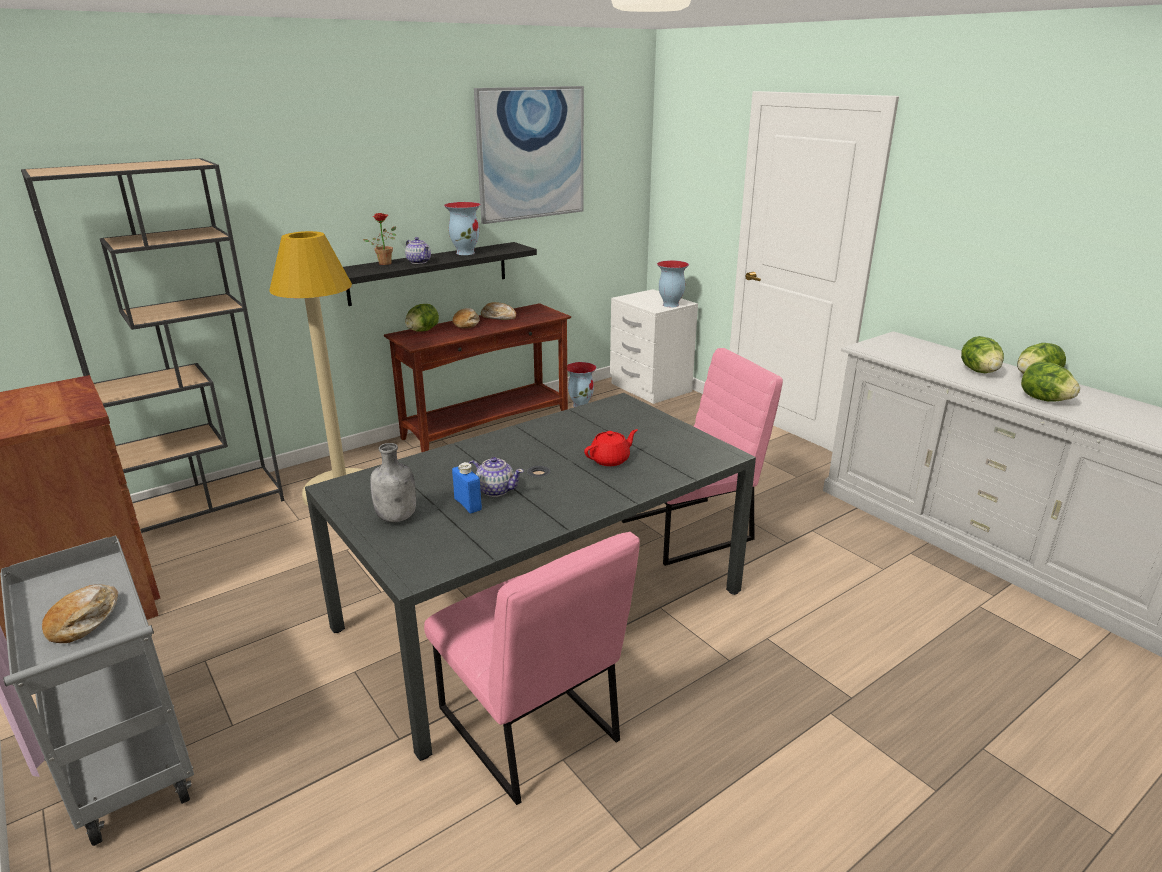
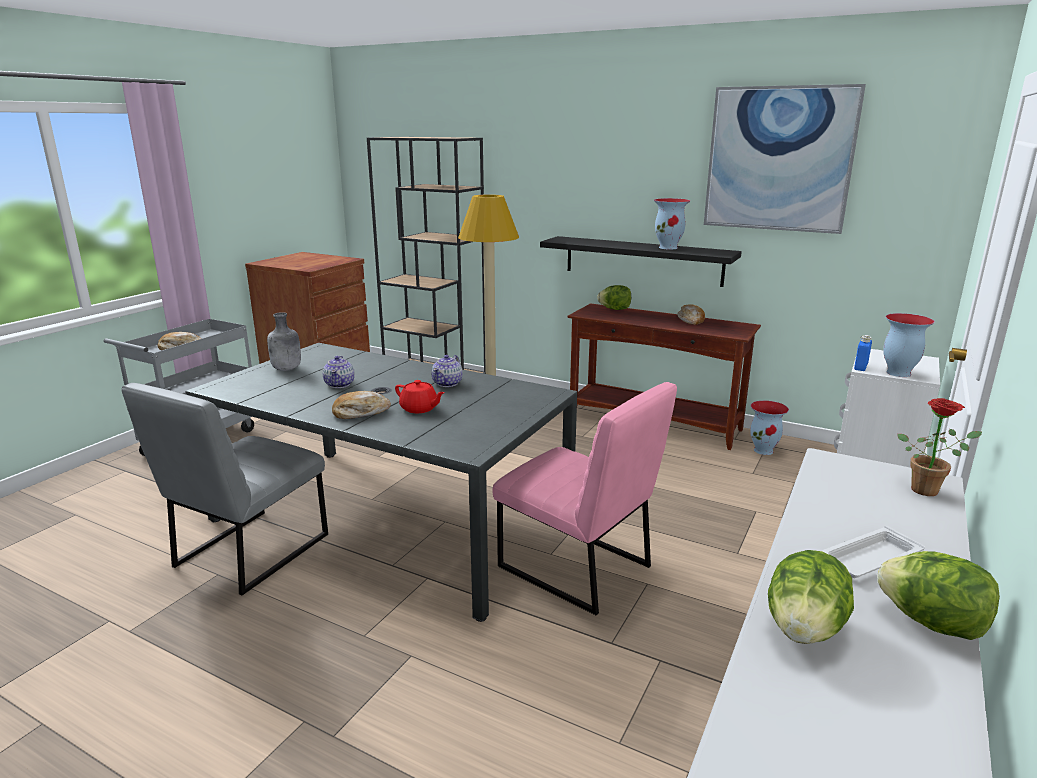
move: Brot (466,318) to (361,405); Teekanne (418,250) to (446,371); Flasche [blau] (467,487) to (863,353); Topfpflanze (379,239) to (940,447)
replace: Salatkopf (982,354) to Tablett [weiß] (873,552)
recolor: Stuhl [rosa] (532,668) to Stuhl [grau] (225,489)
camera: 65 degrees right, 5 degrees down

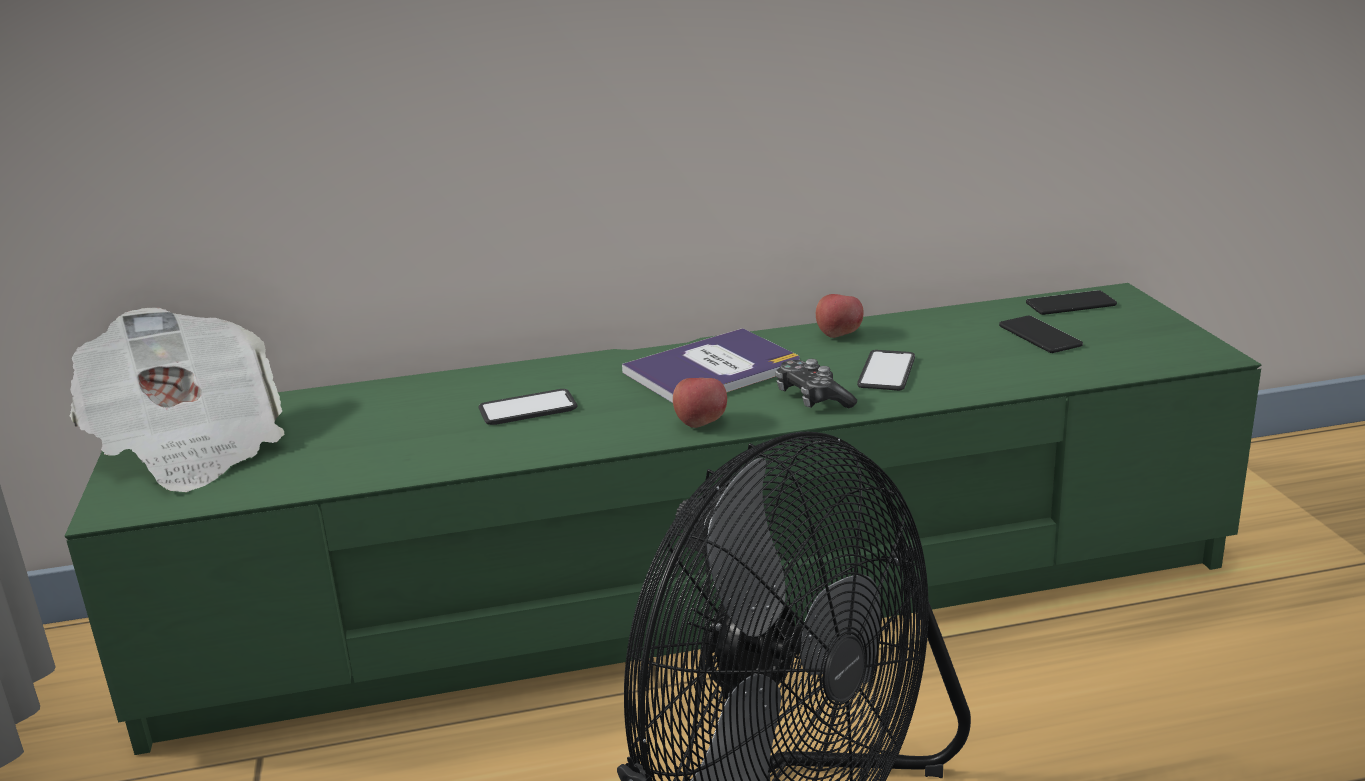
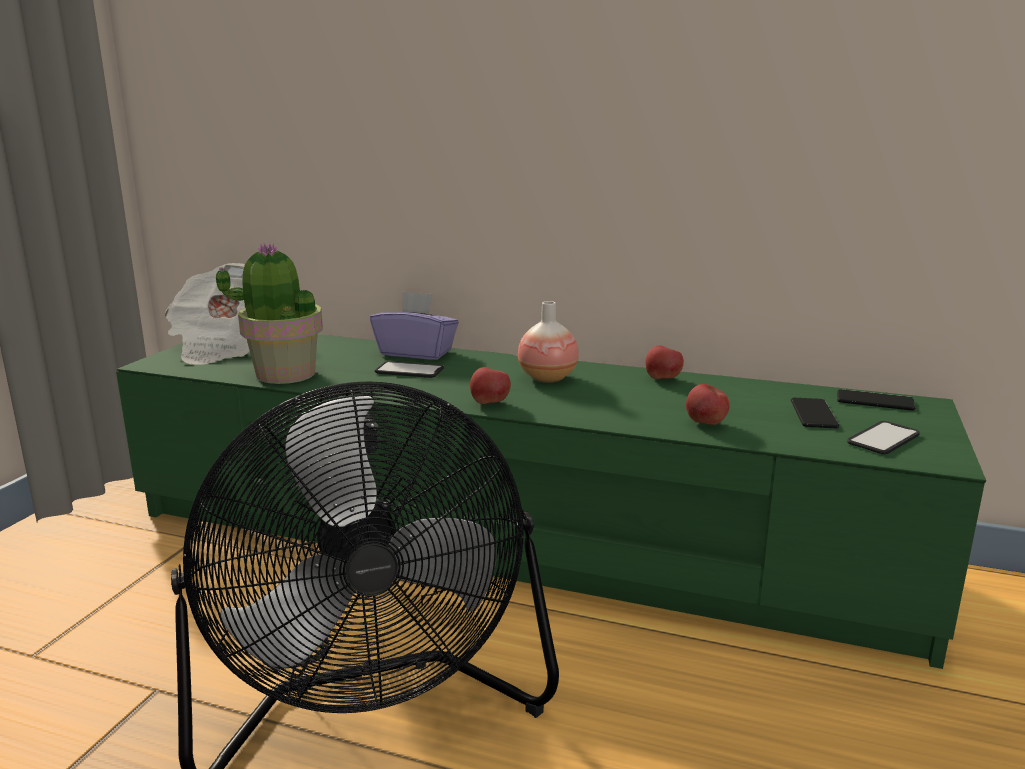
delete: Gamepad (816,383)
insert: Topfpflanze (269,313); Taschentuchbox [lila] (414,325); Apfel (708,404)
move: Handy (886,370) to (883,437)
replace: Buch (711,365) to Vase (548,341)
camera: 30 degrees right, 5 degrees down

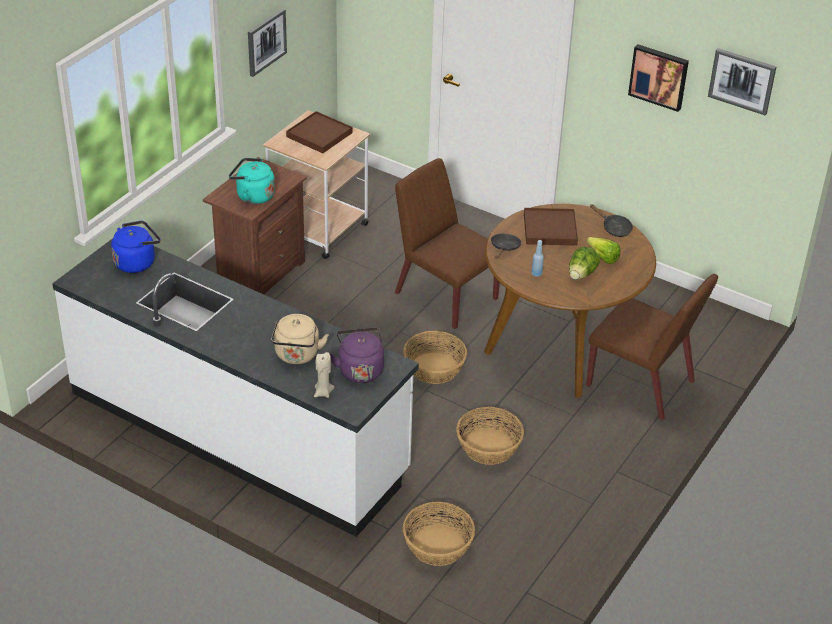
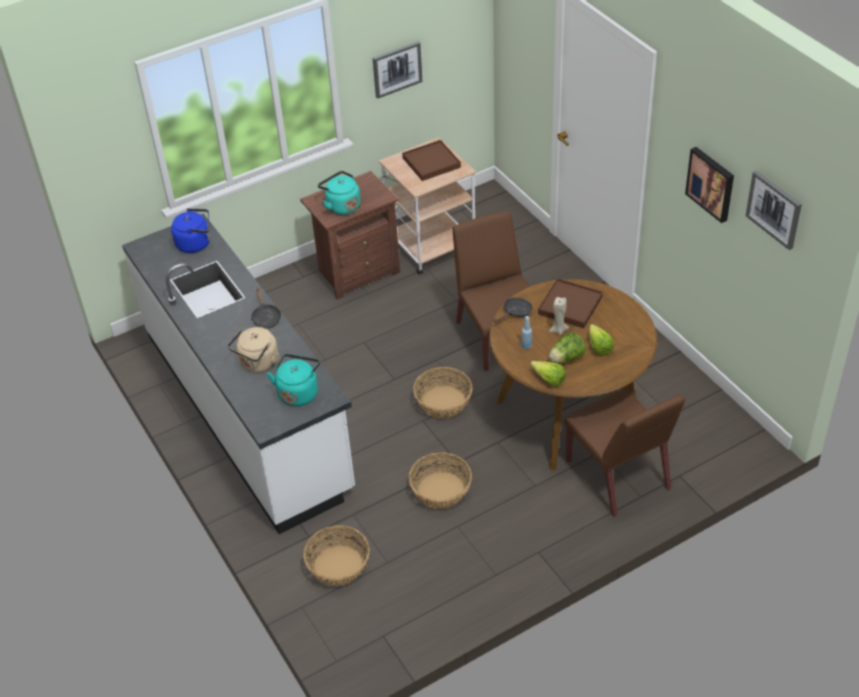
insert: Salatkopf (548,374)
move: Pfanne [schwarz] (611,220) to (266,308); Kerze [beige] (324,375) to (559,316)
recolor: Wasserkessel [lila] (357,355) to Wasserkessel [türkis] (293,380)
camera: 30 degrees right, 5 degrees up

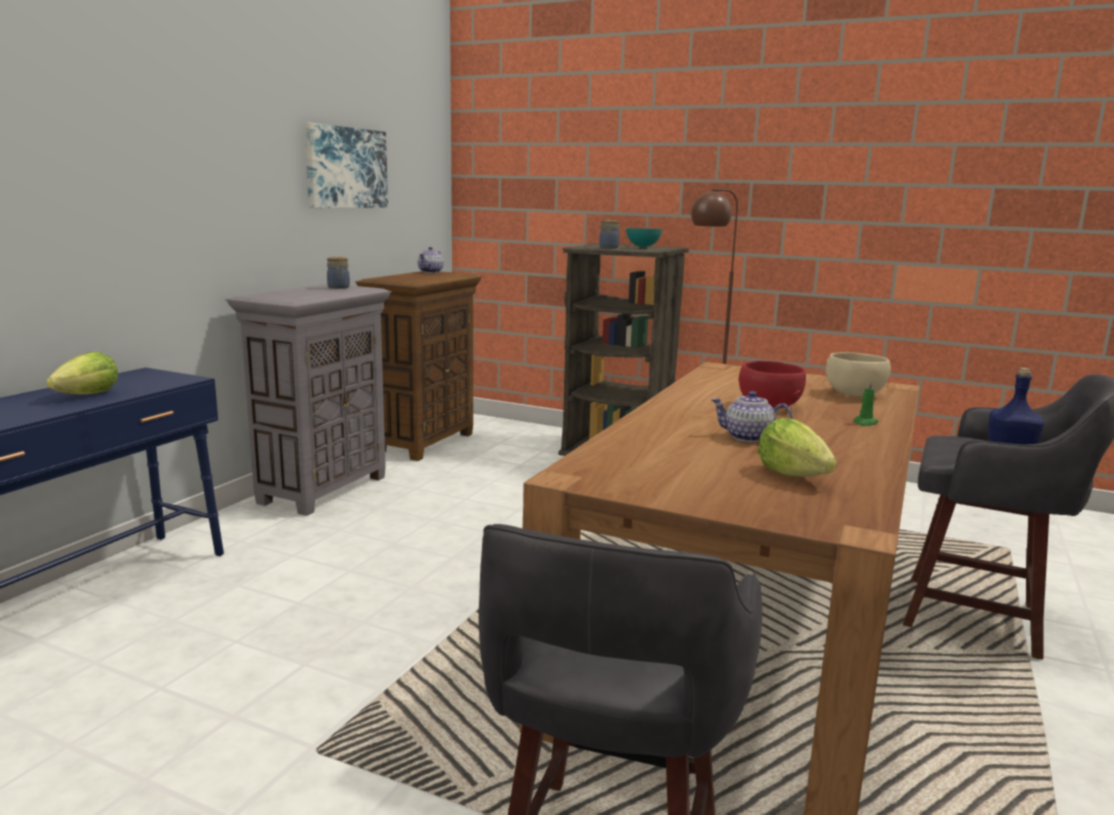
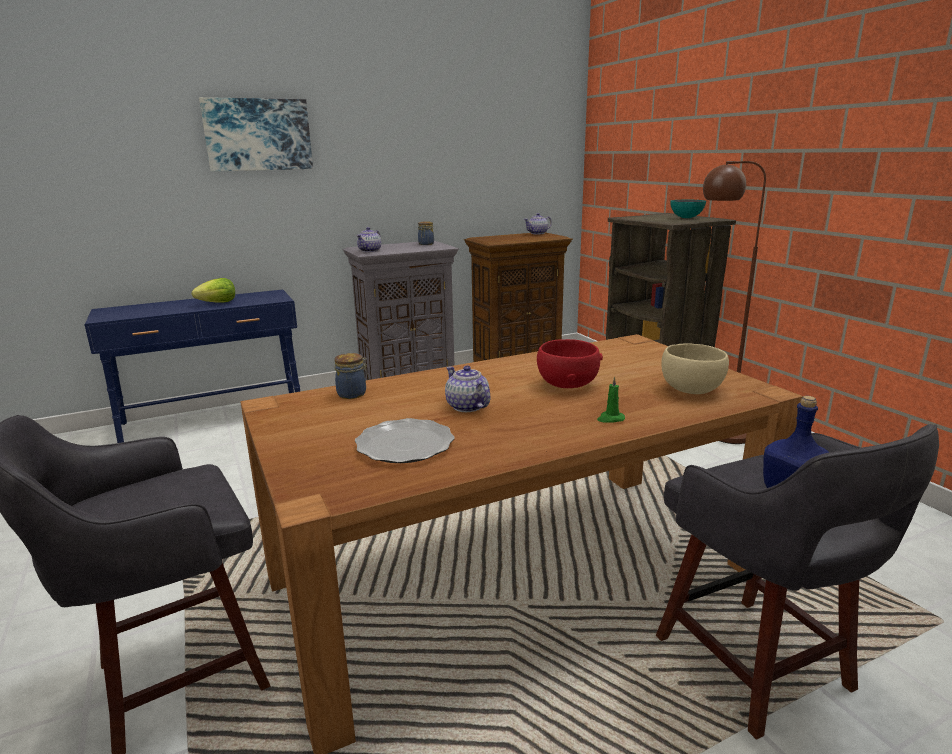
insert: Teekanne (368,239)
move: Bild (346,165) to (256,134); Vorratsglas (609,234) to (351,376)
replace: Salatkopf (797,447) to Teller (405,440)
camera: 40 degrees right, 5 degrees up

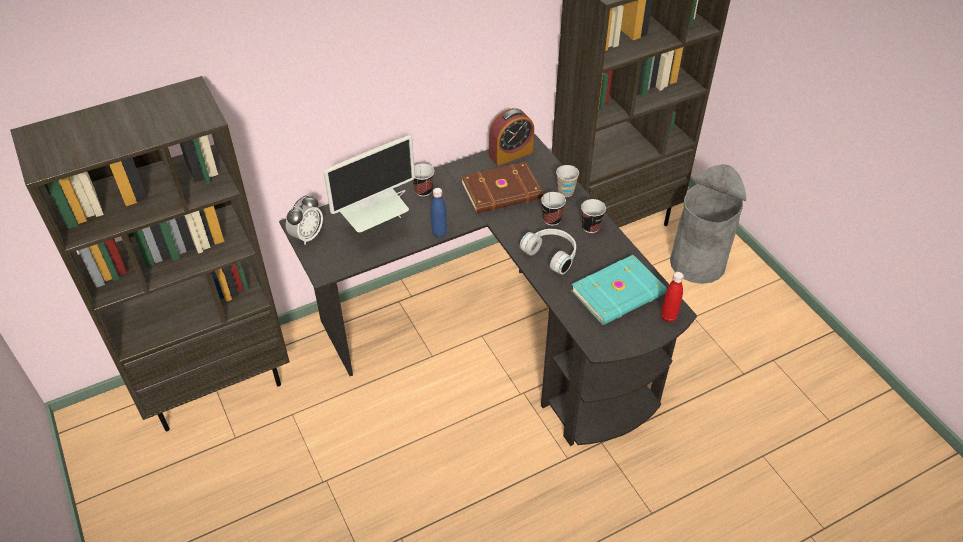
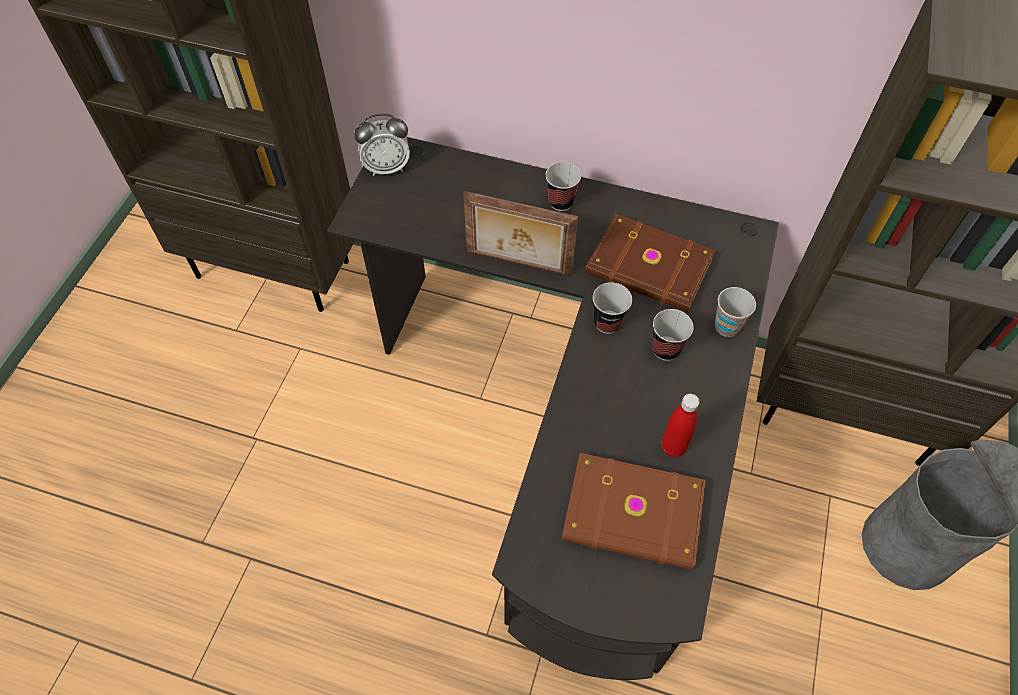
delete: Monitor (369,183); Wecker (511,137); Kopfhörer [weiß] (548,252)
move: Tasse (593,216) to (612,308); Flasche [rot] (672,297) to (680,425)
replace: Flasche [blau] (439,212) to Bilderrahmen (520,234)
recolor: Buch [türkis] (619,290) to Buch [braun] (633,511)
camera: 45 degrees right, 10 degrees up

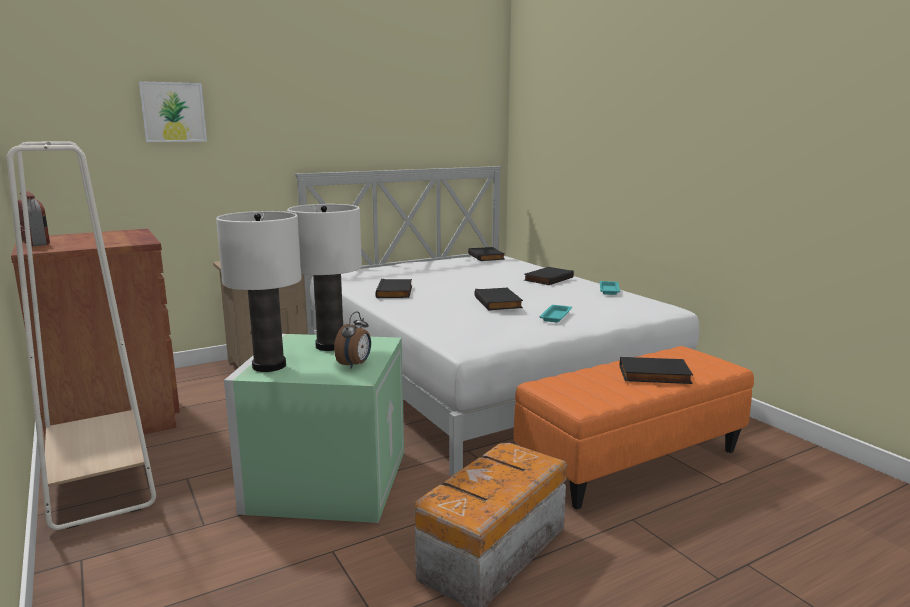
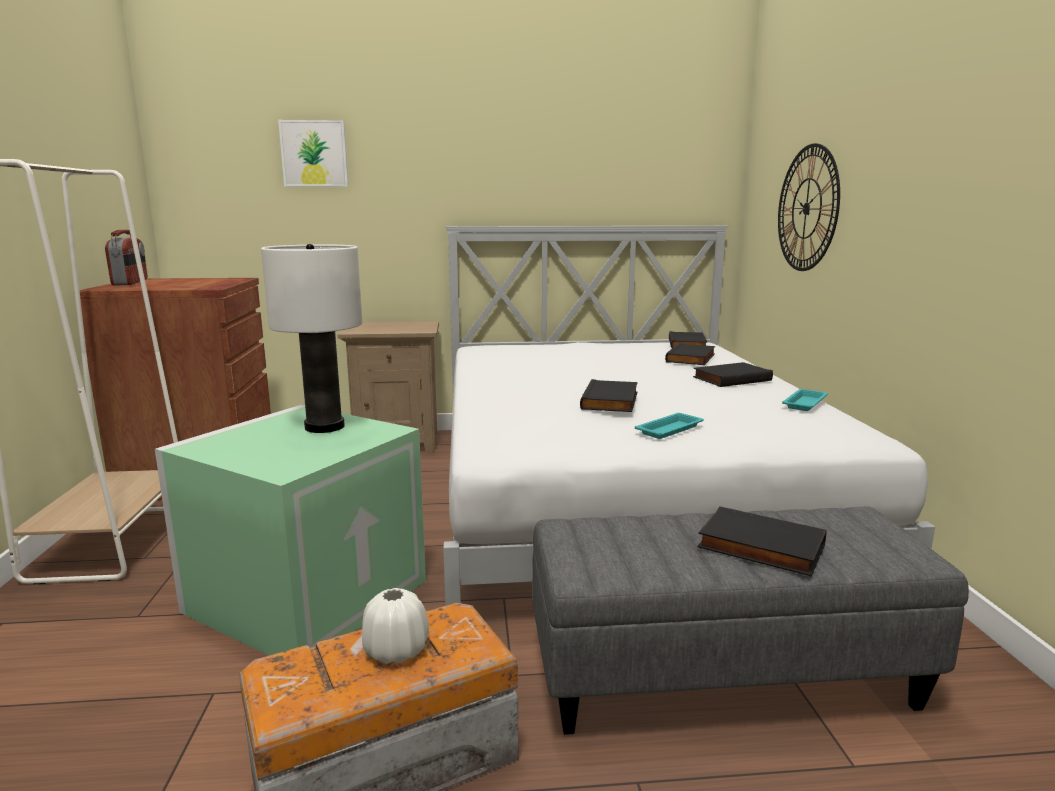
delete: Tischlampe [weiß] (259,291); Wecker (352,340)
insert: Vase [weiß] (395,626); Wanduhr (809,207)
move: Buch [schwarz] (393,288) to (690,354)
recolor: Polsterhocker [orange] (634,428) to Polsterhocker [grau] (750,621)
camera: 25 degrees right, 0 degrees up

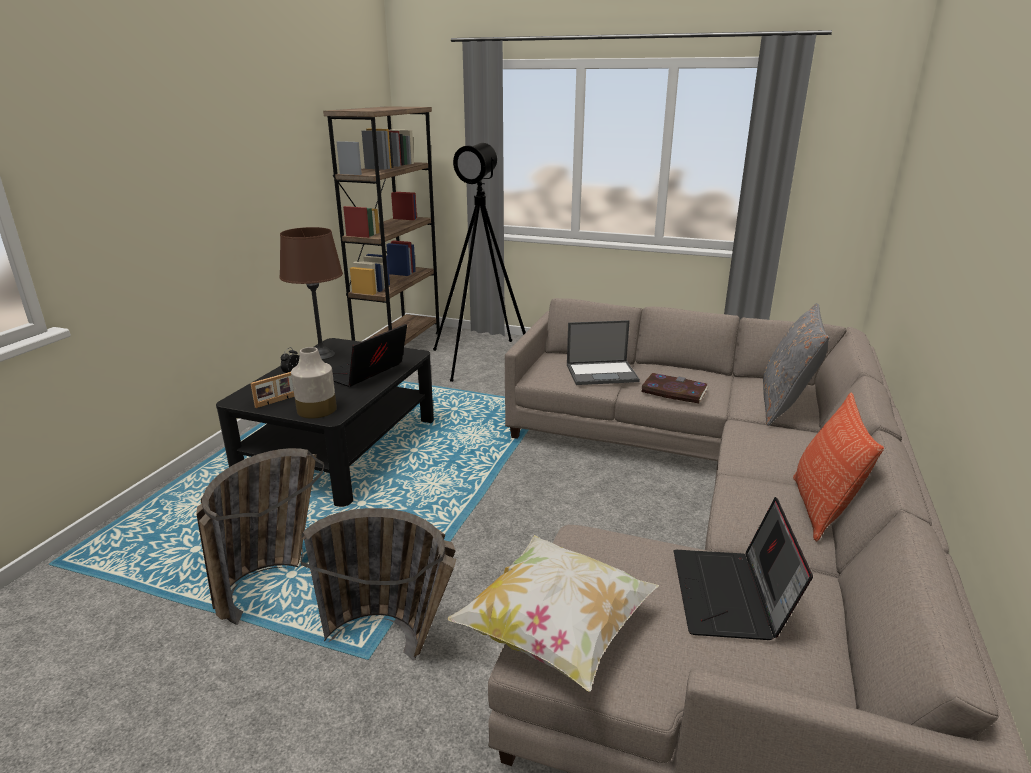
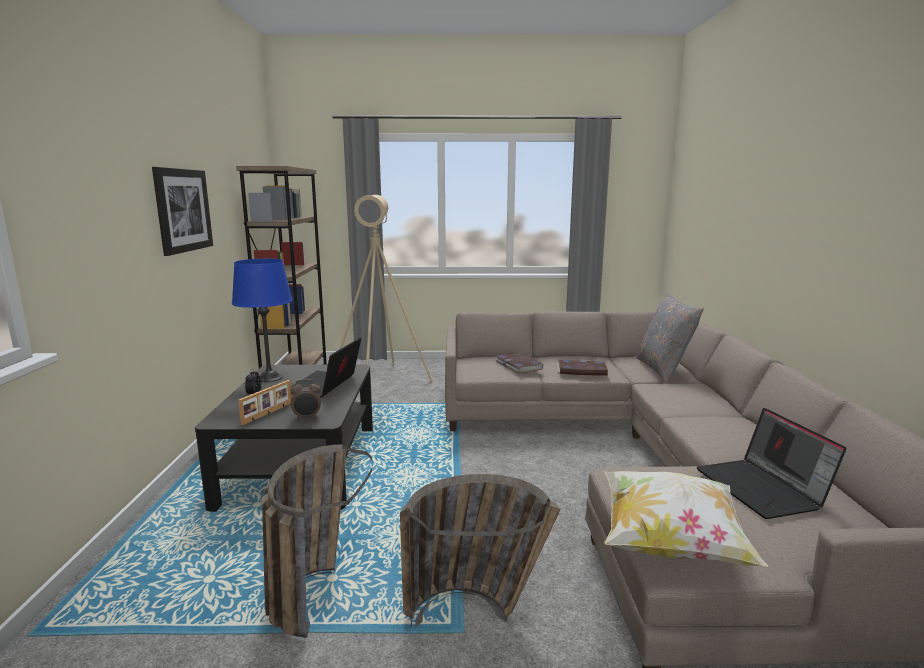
delete: Kissen [orange] (838,467)
insert: Bild (182,211)
replace: Vase [beige] (314,383) to Wecker (306,399); Laptop (603,352) to Buch (519,362)
recolor: Tischlampe [braun] (311,293) to Tischlampe [blau] (262,320); Stehlampe [schwarz] (479,262) to Stehlampe [beige] (386,288)
camera: 20 degrees left, 10 degrees down

